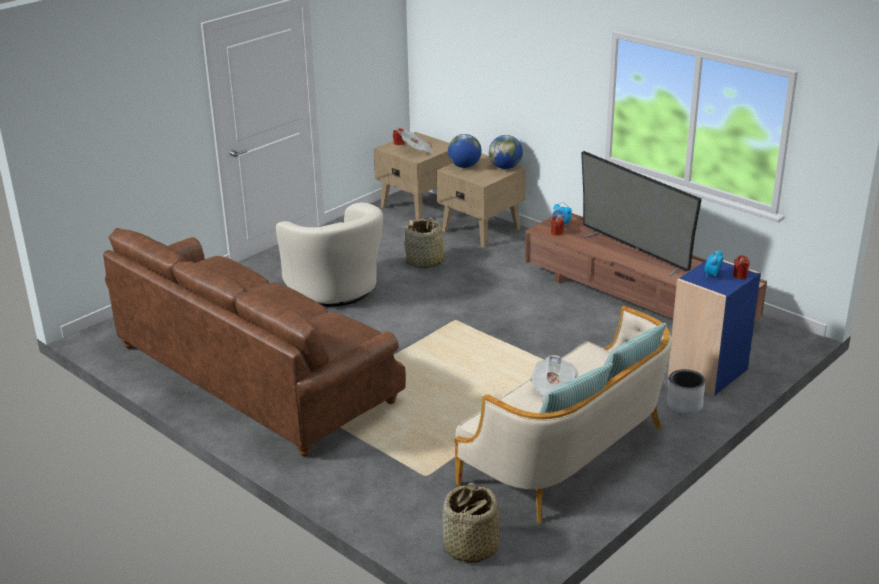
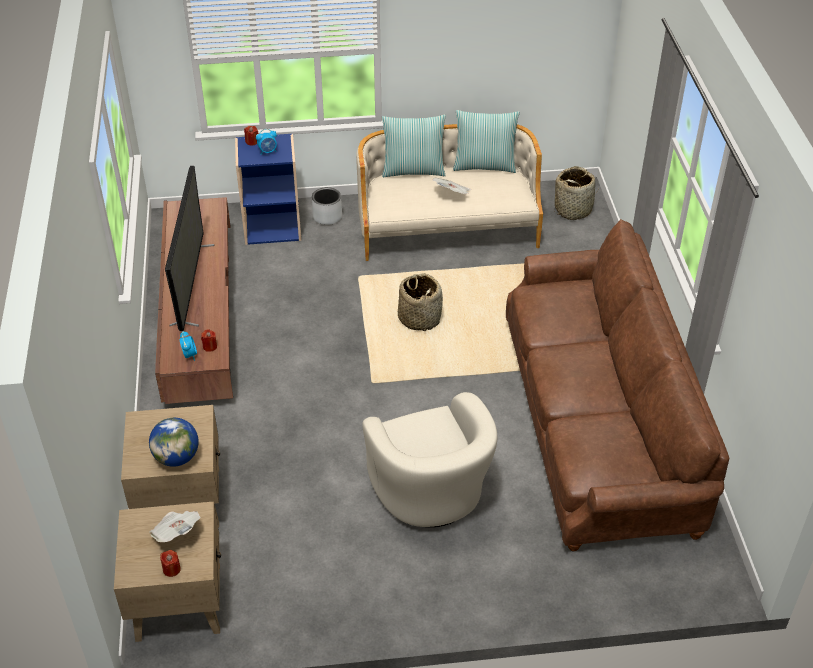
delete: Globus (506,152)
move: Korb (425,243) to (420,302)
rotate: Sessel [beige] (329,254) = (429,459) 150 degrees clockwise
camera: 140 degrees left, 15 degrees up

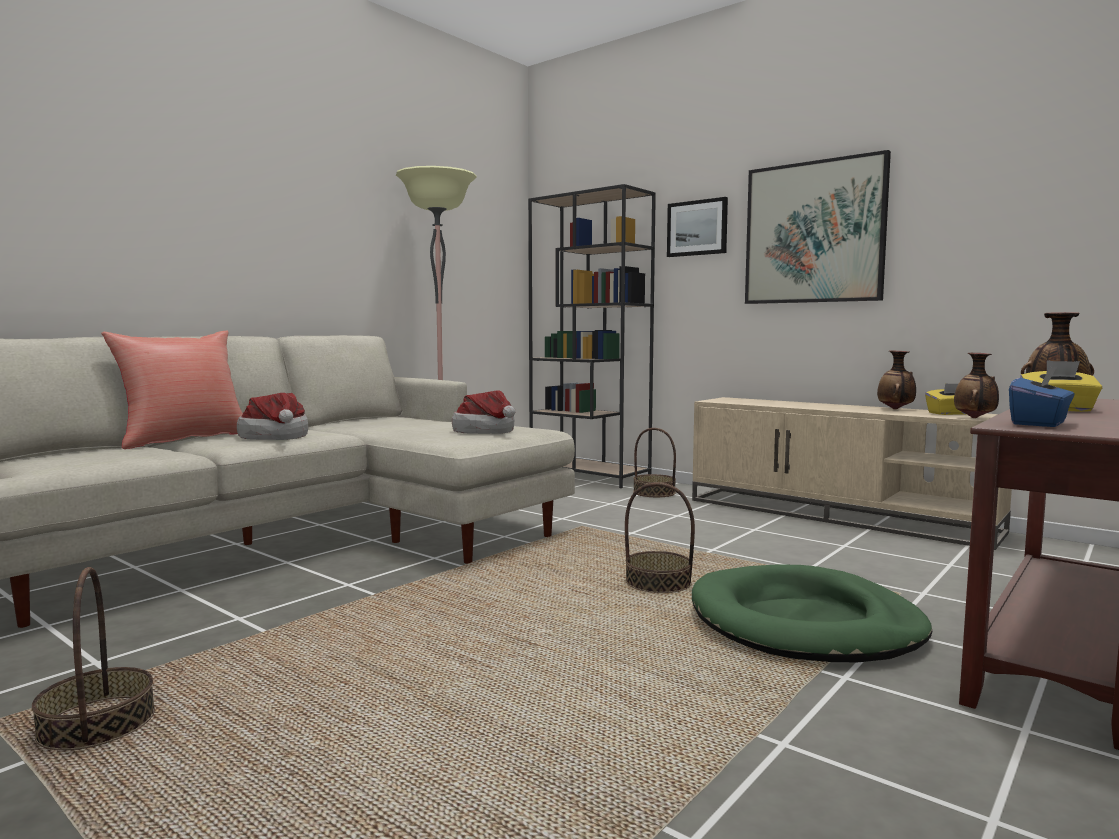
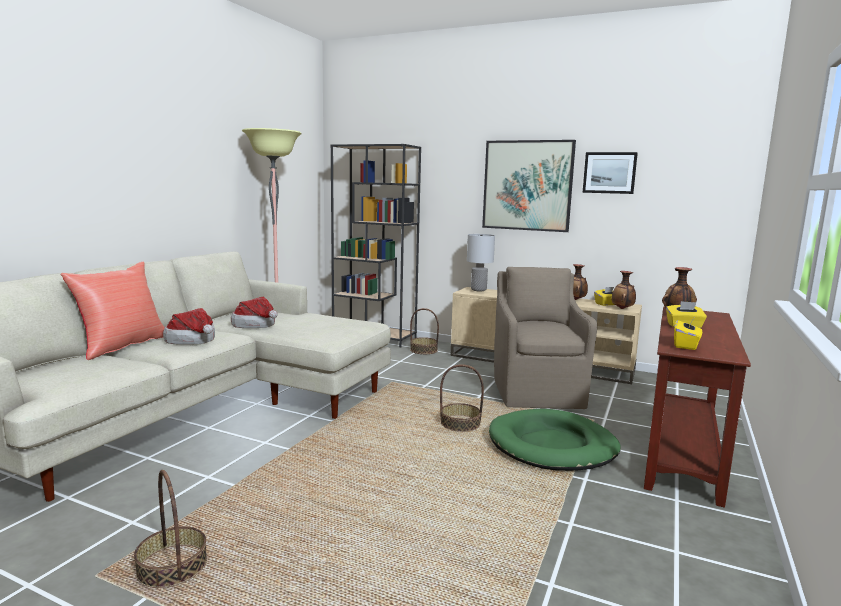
insert: Tischlampe [grau] (481,263); Sessel [braun] (545,338)
move: Hut (483,412) to (254,312); Bild (697,227) to (610,173)
recolor: Taschentuchbox [blau] (1042,396) to Taschentuchbox [gelb] (688,333)
camera: 15 degrees left, 5 degrees up

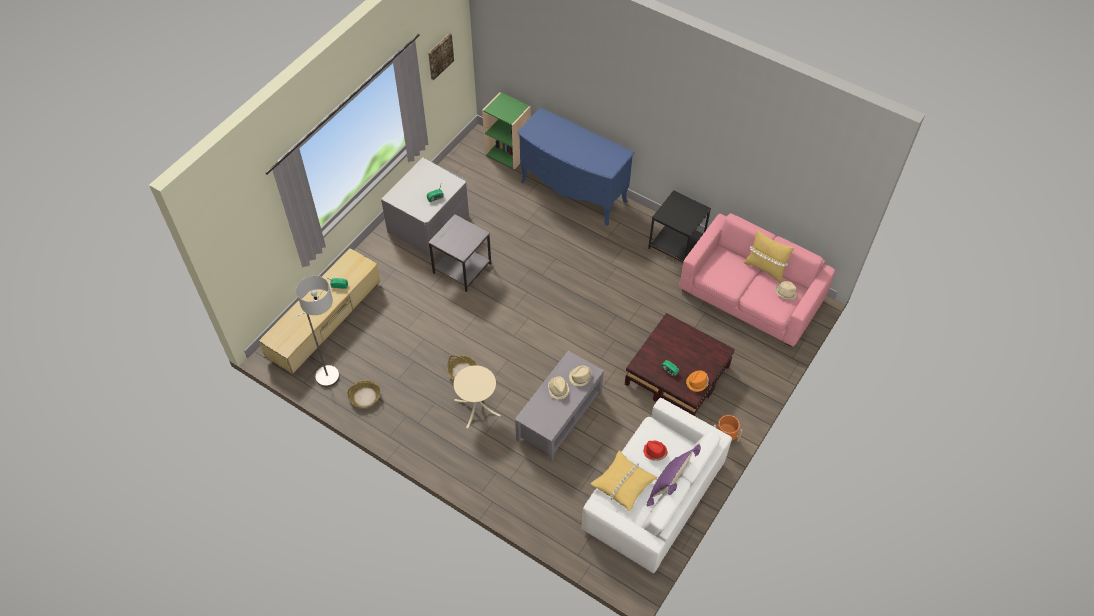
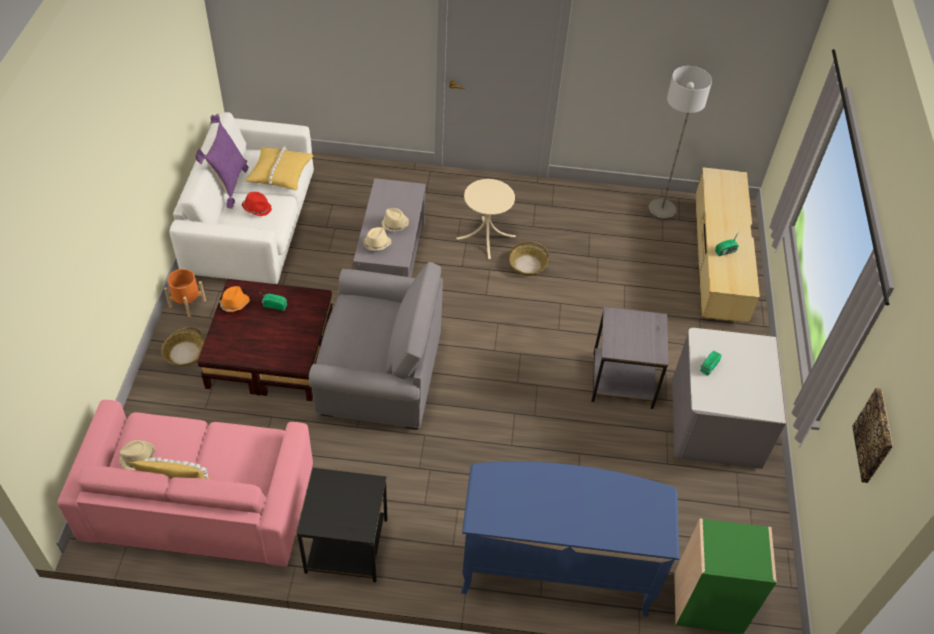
insert: Sessel [grau] (376,345)
move: Korb (364,394) to (183,346)
camera: 150 degrees right, 5 degrees down

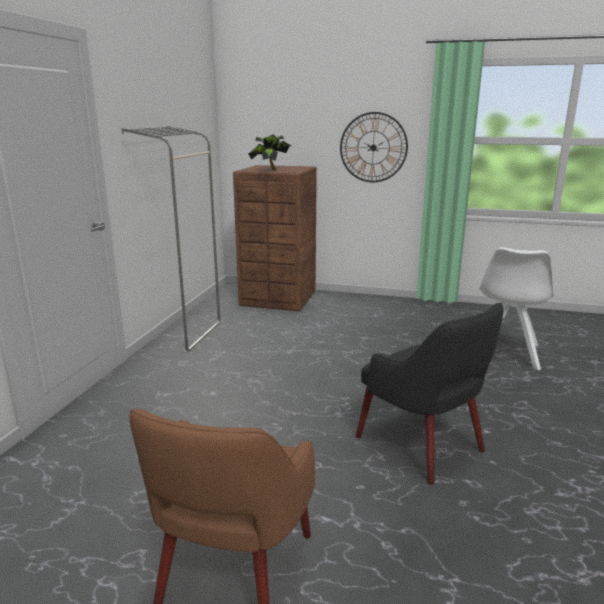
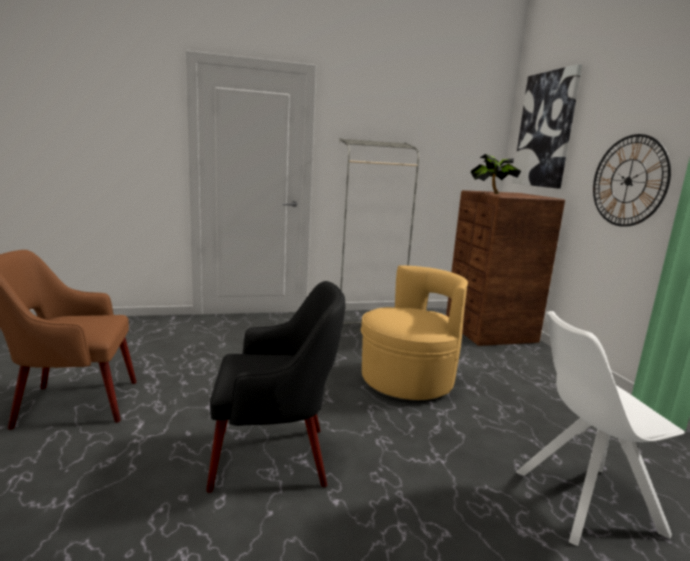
insert: Sessel [beige] (414,334); Bild (547,126)
rotate: Sessel [schwarz] (430,394) = (275,387) 120 degrees counterclockwise
camera: 60 degrees right, 5 degrees down

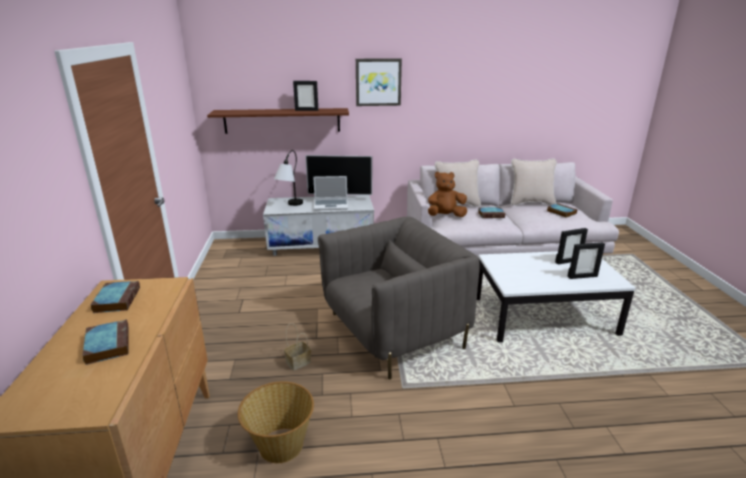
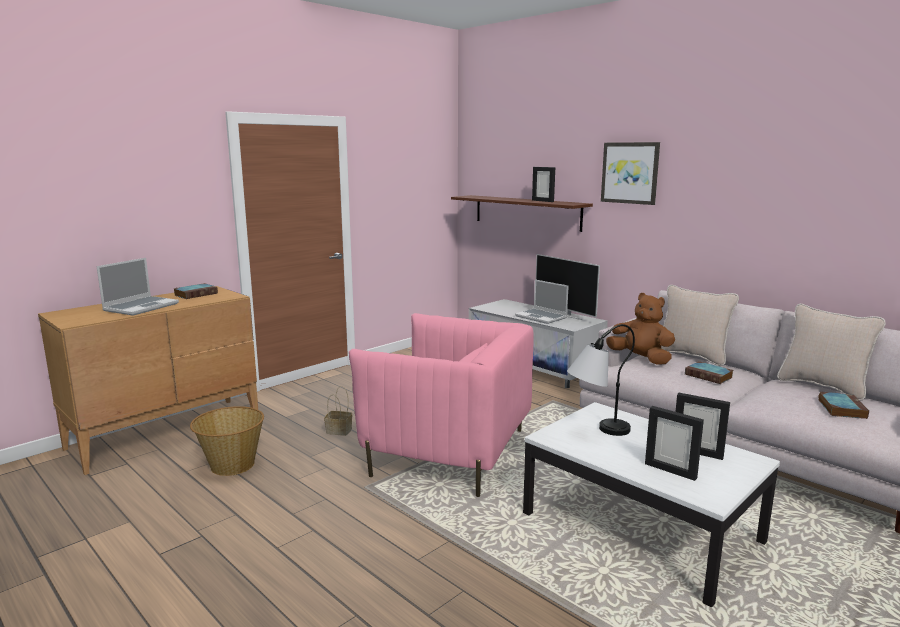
move: Tischlampe (288,178) to (601,380)
replace: Buch (105,342) to Laptop (138,287)
recolor: Sessel [grau] (399,298) to Sessel [rosa] (441,405)
camera: 50 degrees right, 10 degrees down

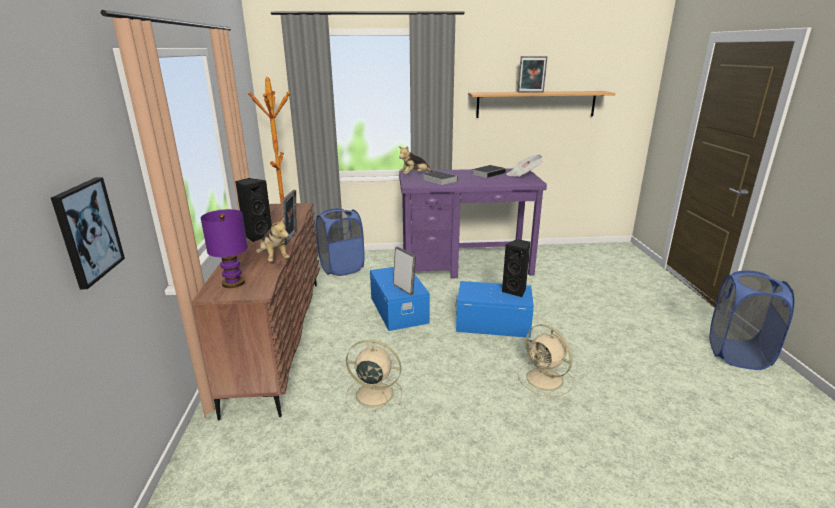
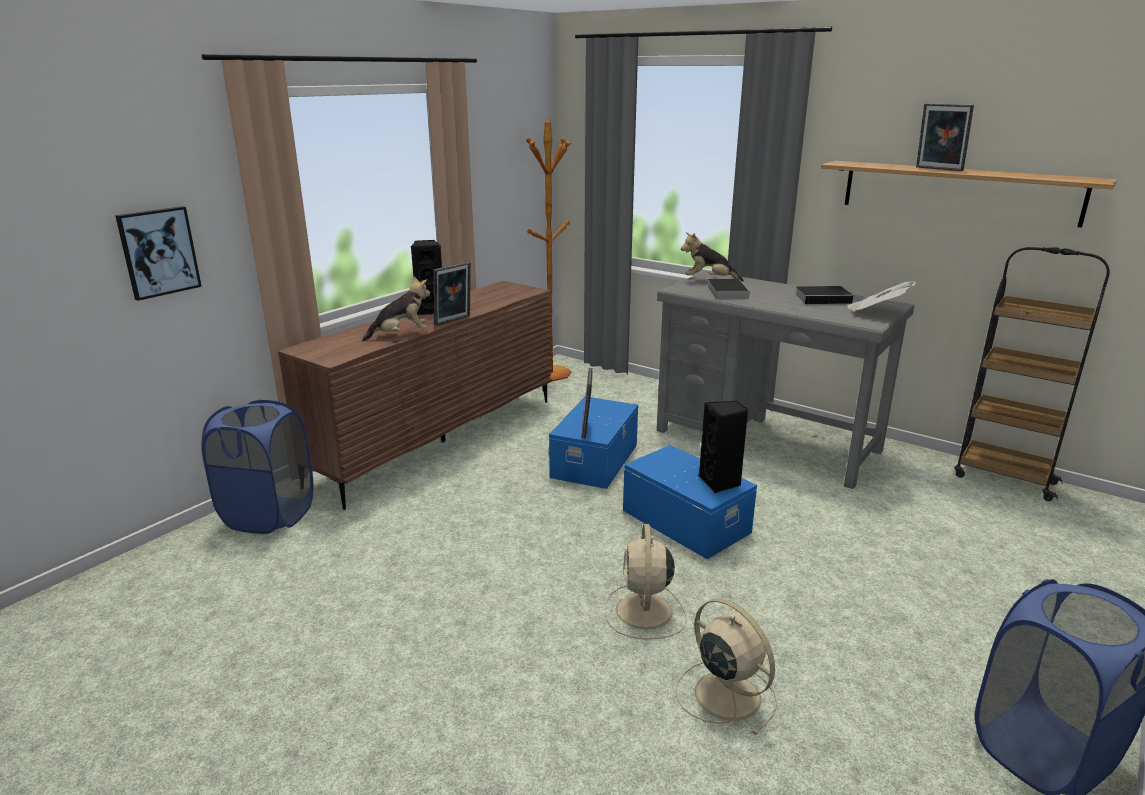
delete: Tischlampe [lila] (224,248)
insert: Rollwagen [braun] (1032,374)
move: Wäschekorb [blau] (340,242) to (257,467); Ventilator [beige] (374,376) to (727,667)
recolor: Schreibtisch [lila] (473,223) to Schreibtisch [grau] (785,380)
rotate: Plüschtier (273,239) = (396,309) 120 degrees counterclockwise
camera: 40 degrees right, 0 degrees up

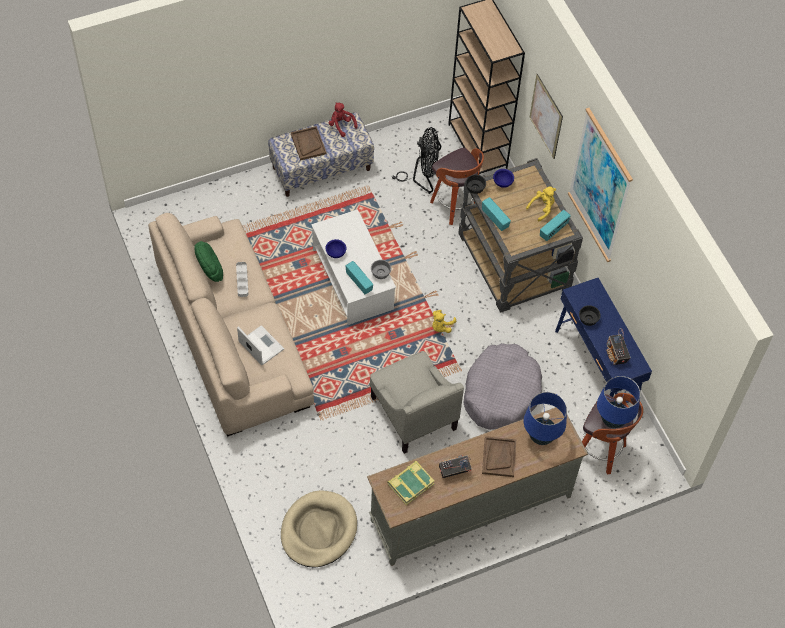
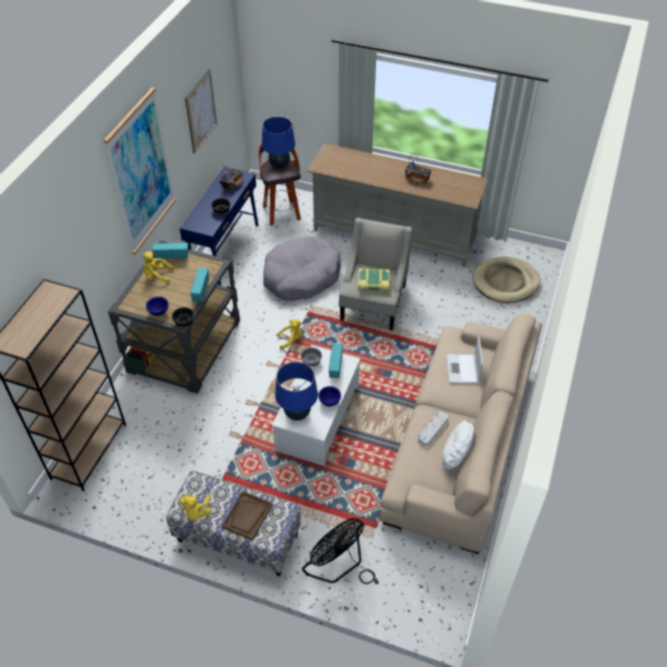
delete: Hocker (457,186); Tablett [braun] (499,456)
move: Bild (546,116) to (201,111); Tischlampe [blau] (545,418) to (296,391); Ventilator [schwarz] (416,160) to (340,551); Buch (410,483) to (374,279)
recolor: Plüschtier [rot] (343,119) to Plüschtier [gelb] (195,506); Kissen [grün] (208,261) to Kissen [weiß] (458,445)
camera: 135 degrees left, 10 degrees down

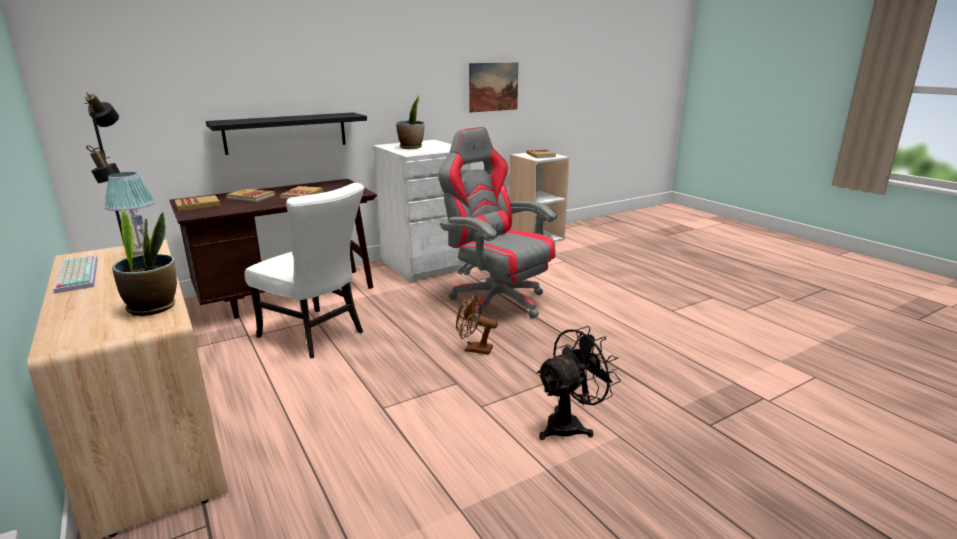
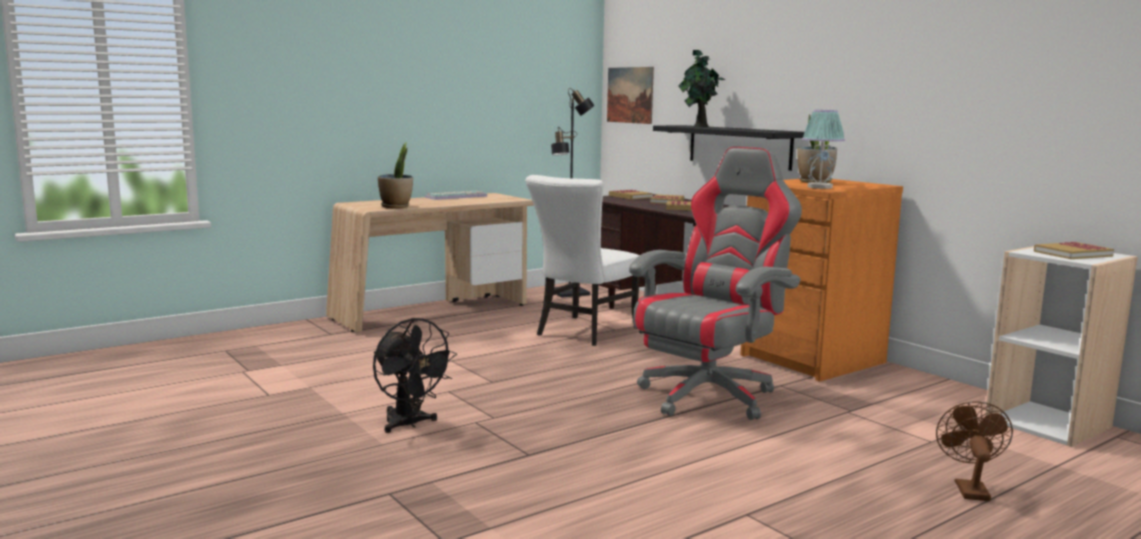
insert: Topfpflanze (701,88)
move: Bild (493,87) to (630,95); Tischlampe (130,214) to (823,149); Ventilator [braun] (477,325) to (974,451)
recolor: Kommode [weiß] (422,211) to Kommode [orange] (821,280)
camera: 85 degrees right, 10 degrees down

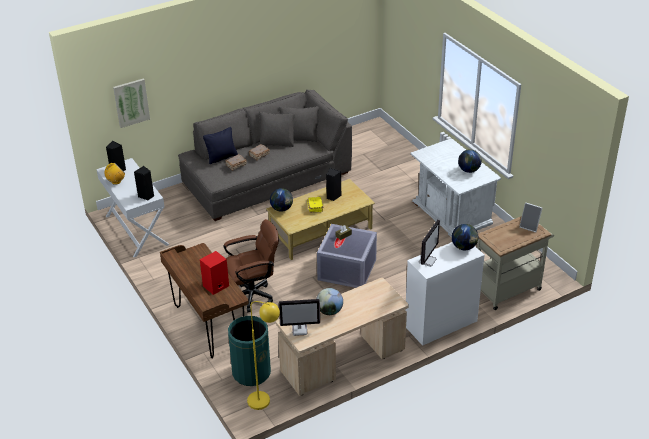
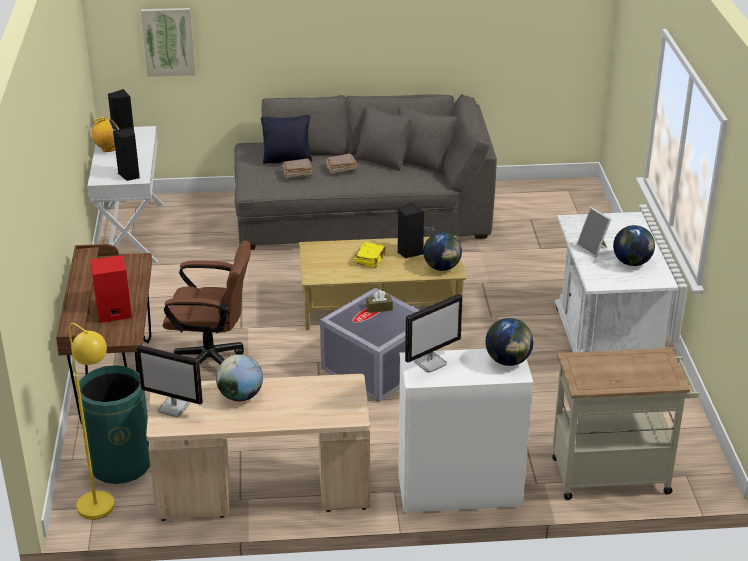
move: Globus (281,200) to (442,251); Bilderrahmen (530,217) to (593,232)
camera: 25 degrees right, 5 degrees down

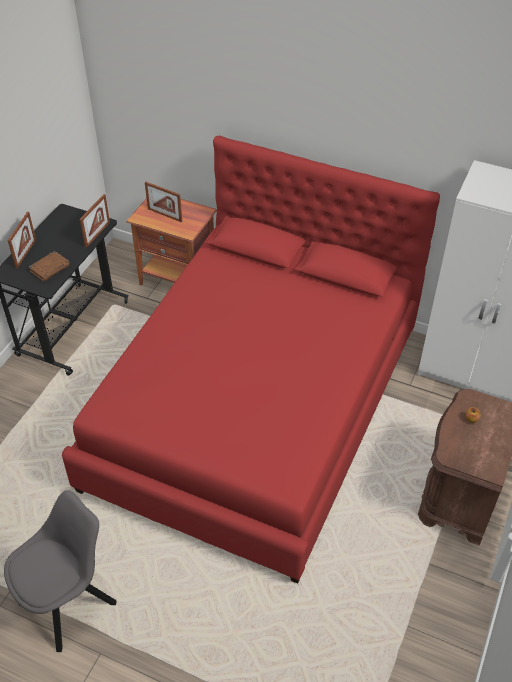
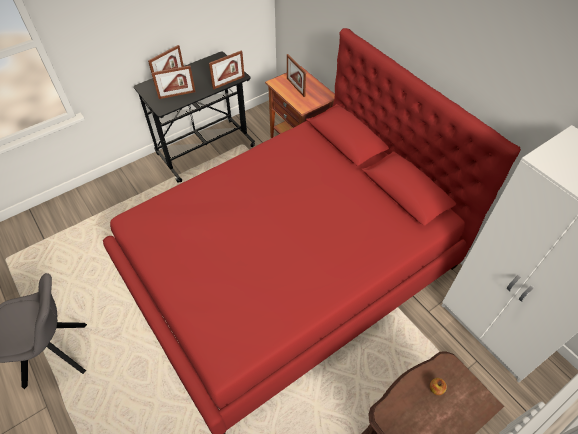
replace: Buch [braun] (49,266) to Bilderrahmen (173,82)
camera: 30 degrees right, 5 degrees up

